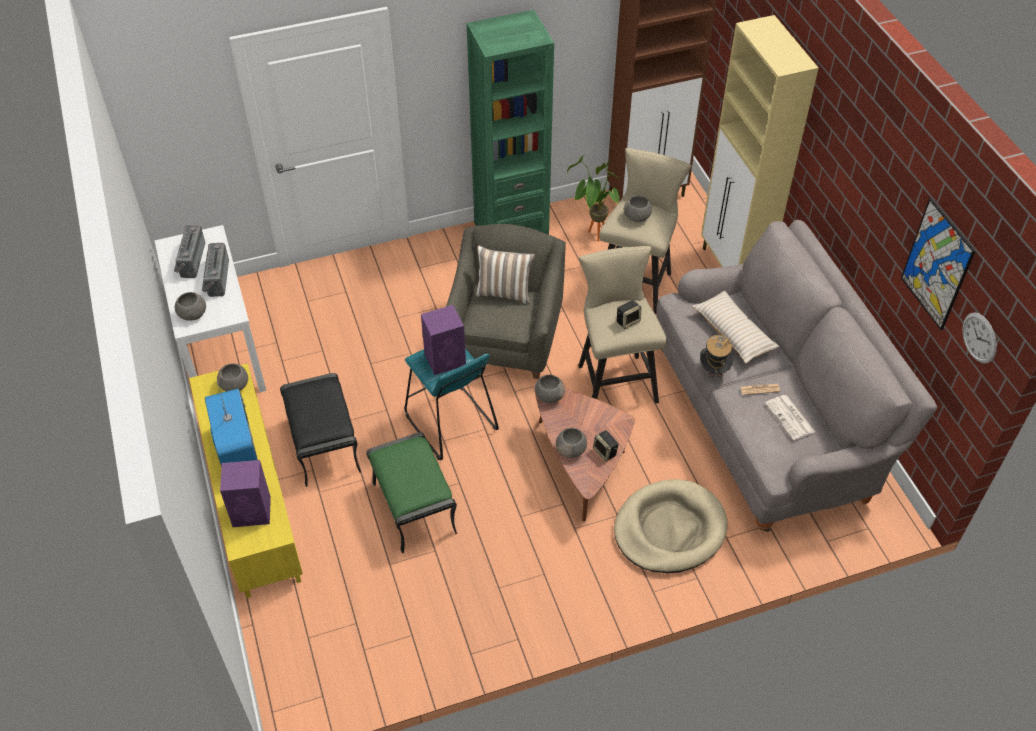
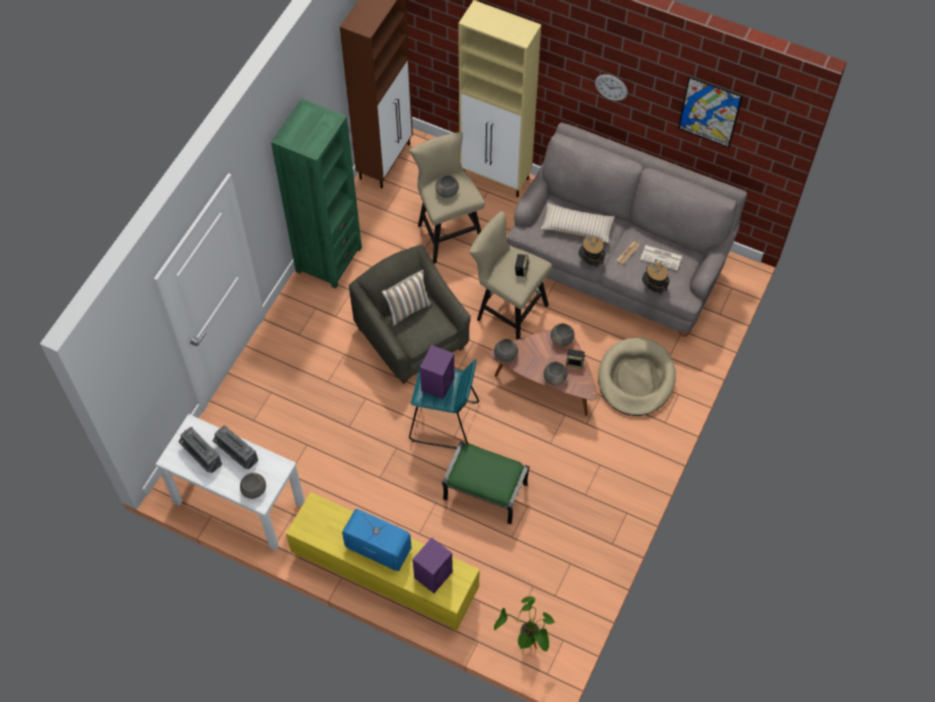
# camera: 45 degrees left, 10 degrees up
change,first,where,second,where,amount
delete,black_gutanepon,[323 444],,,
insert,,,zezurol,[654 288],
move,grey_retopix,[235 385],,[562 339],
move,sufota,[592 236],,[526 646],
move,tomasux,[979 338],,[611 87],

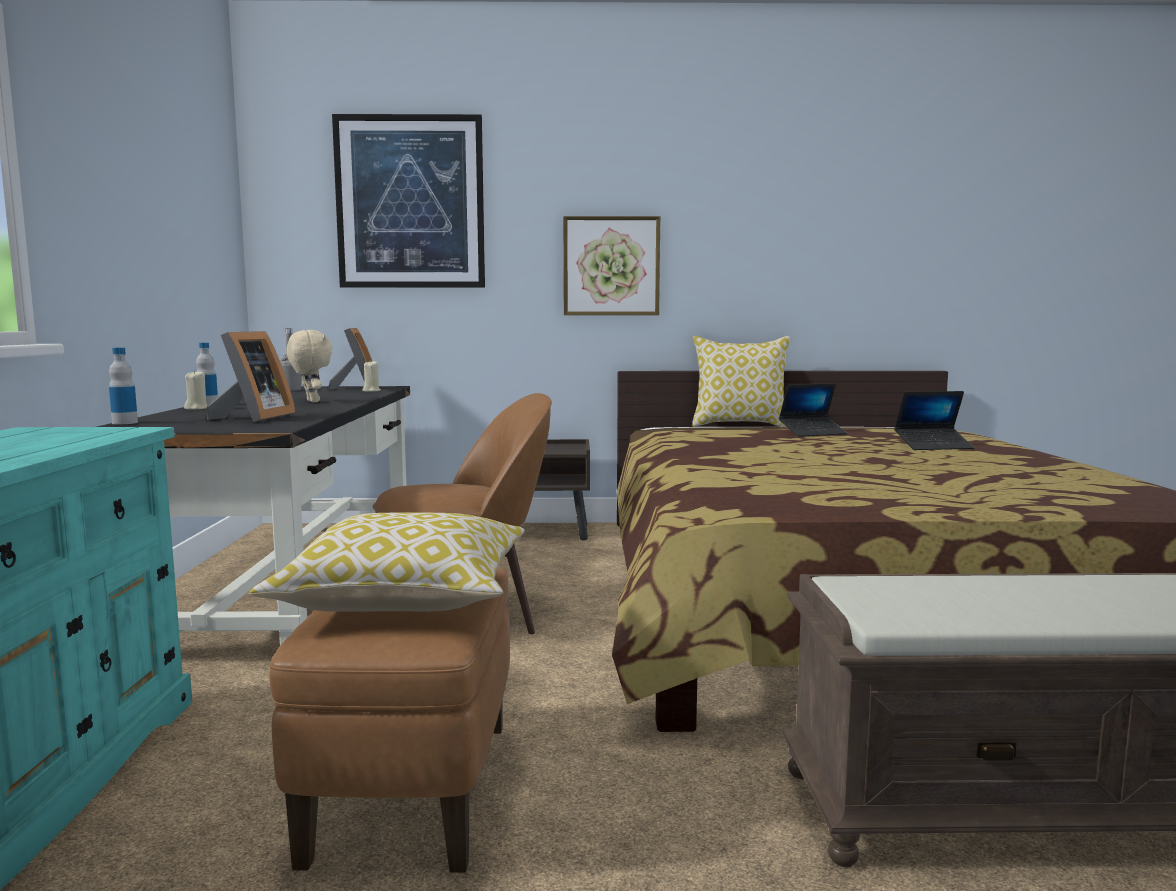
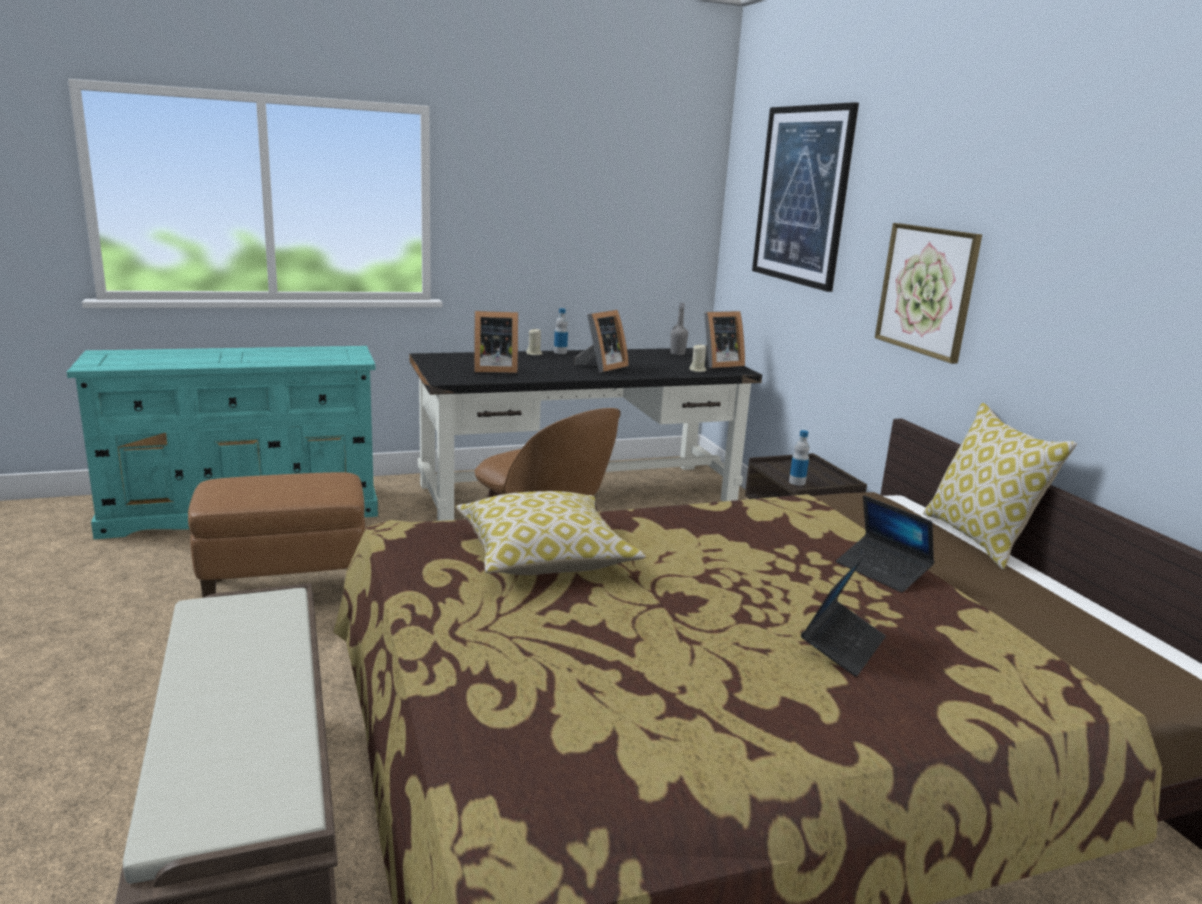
# camera: 70 degrees right, 10 degrees up
change,first,where,second,where,amount
move,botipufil,[125 423],,[797 482],
move,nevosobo,[406 597],,[544 557],
replace,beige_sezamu,[311 401],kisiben,[601 367],
rotate,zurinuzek,[933 446],,[842 646],120 degrees counterclockwise

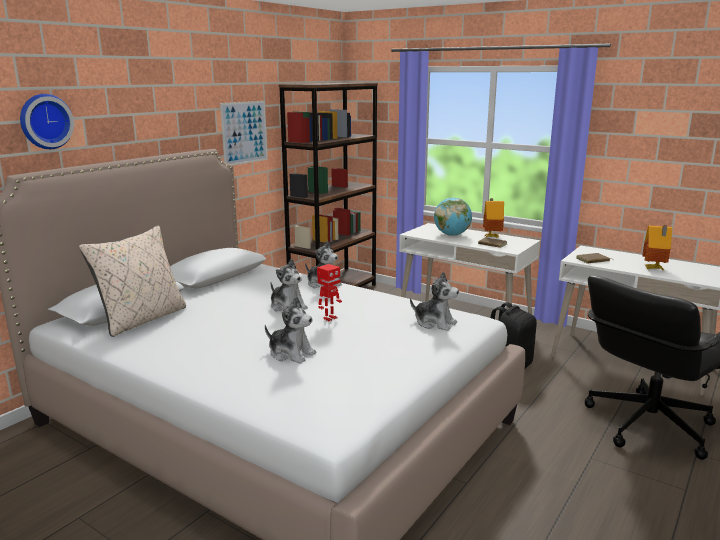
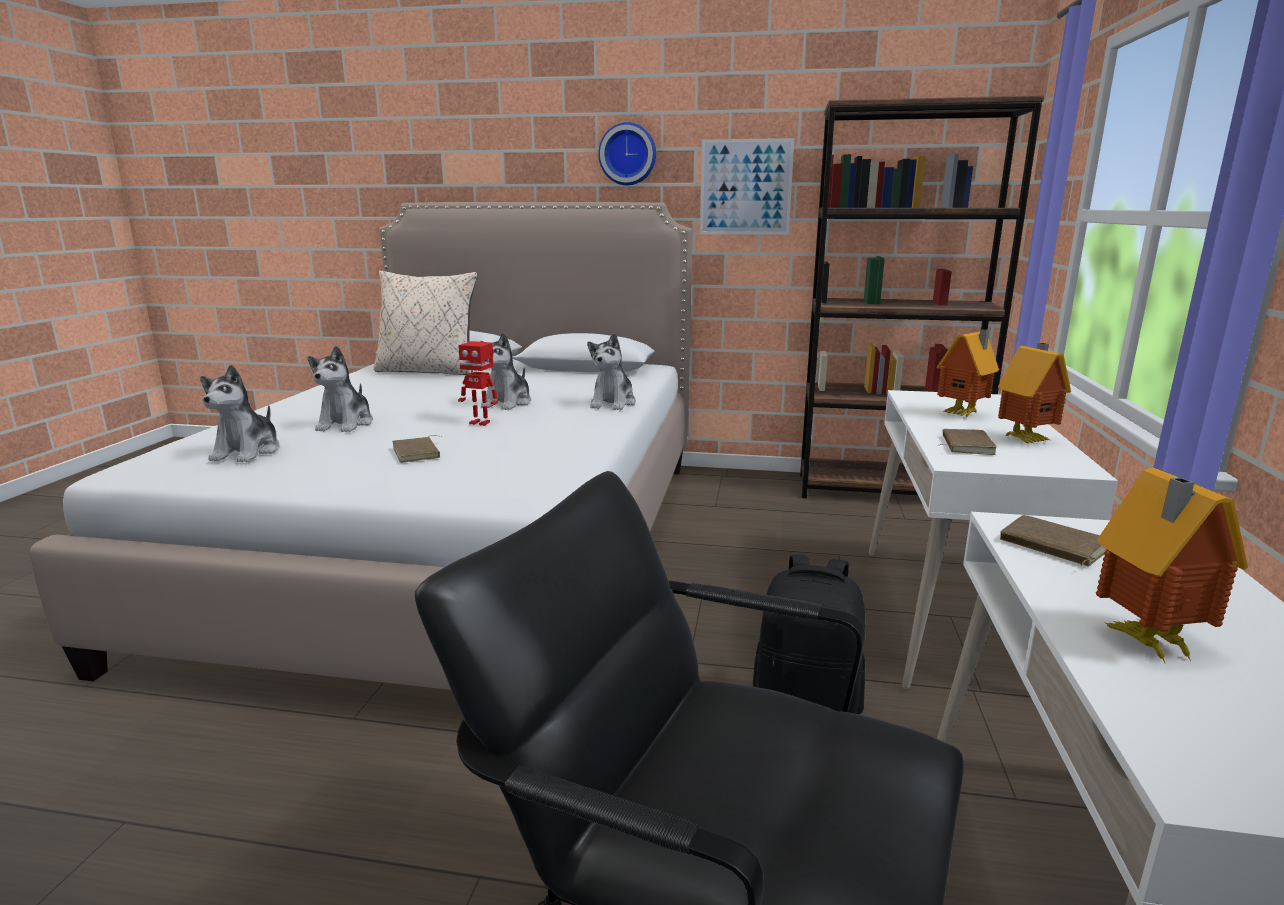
# camera: 65 degrees right, 0 degrees up
change,first,where,second,where,amount
insert,,,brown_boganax,[418 453],
move,tomasux,[45 121],,[628 154],
move,sezamu,[434 323],,[248 452],
replace,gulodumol,[452 235],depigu,[963 415],

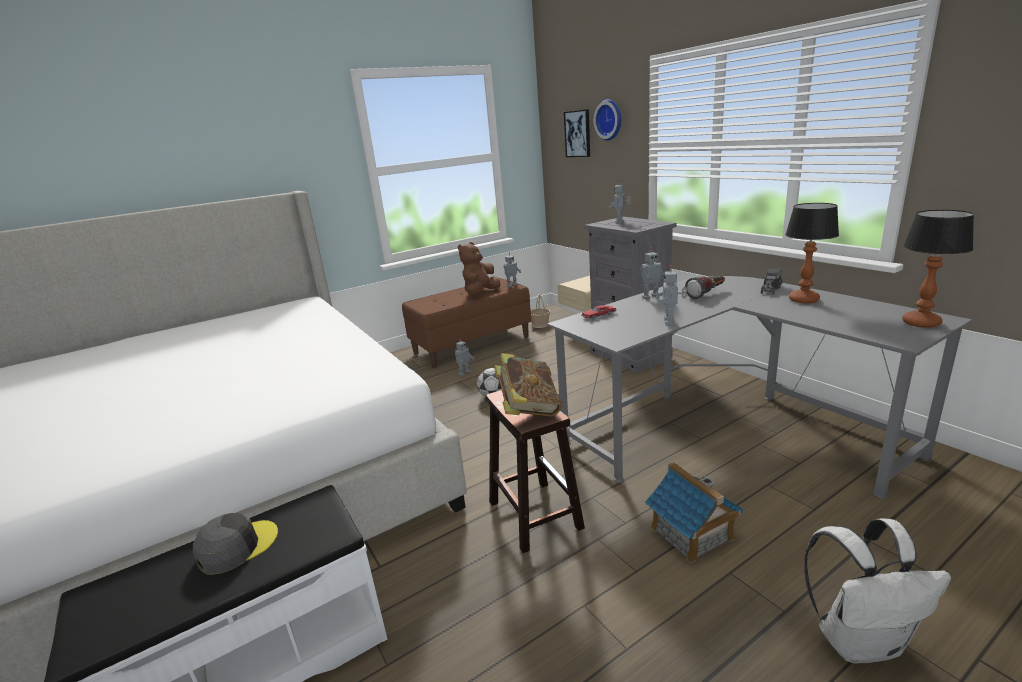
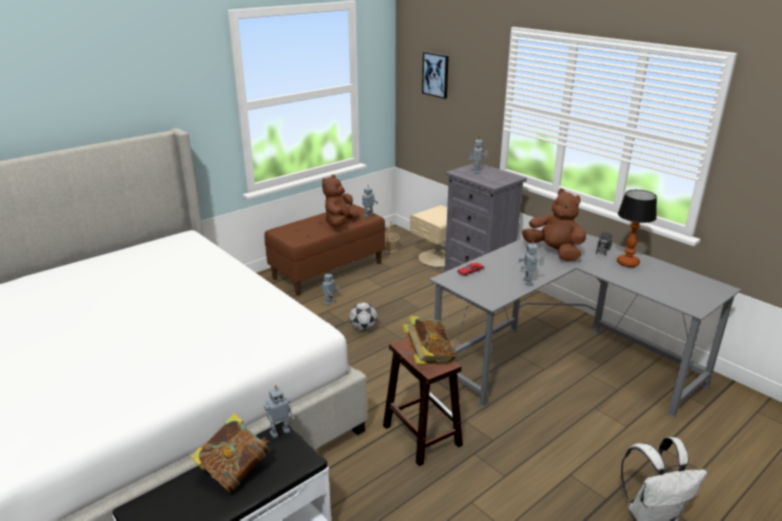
# camera: 10 degrees left, 5 degrees up
change,first,where,second,where,amount
delete,tomasux,[610 119],,,
delete,depigu,[691 534],,,
delete,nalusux,[920 322],,,
move,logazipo,[650 297],,[279 432],
replace,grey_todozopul,[237 547],boganax,[234 471],
replace,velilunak,[707 294],brown_sezamu,[554 252],

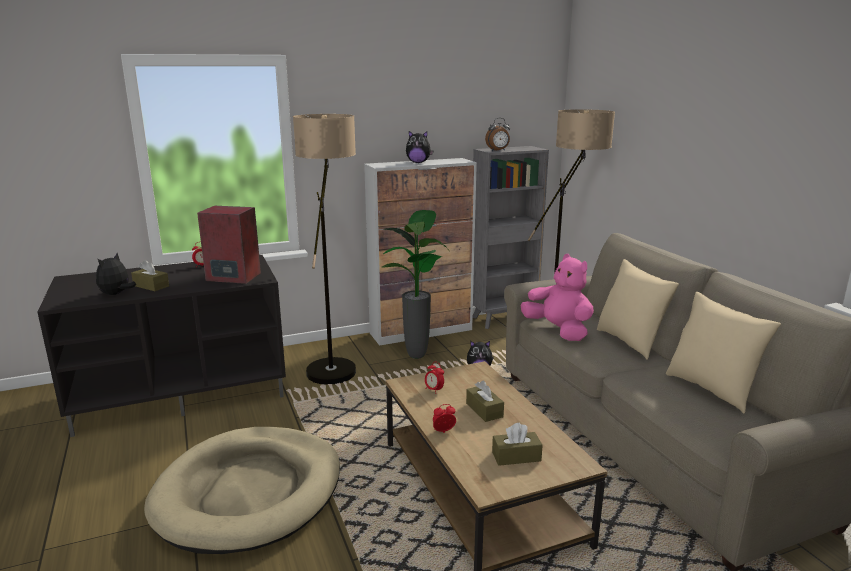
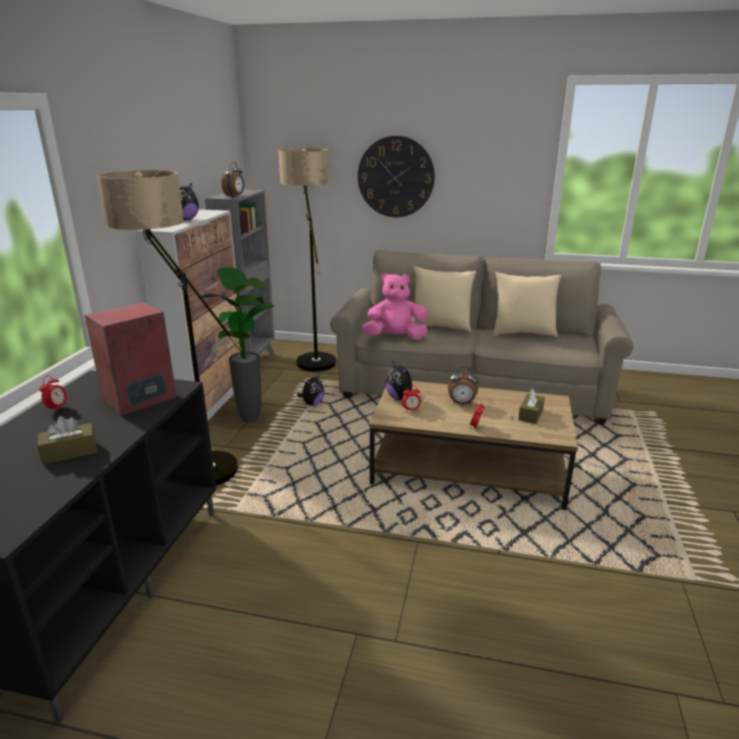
# camera: 55 degrees left, 5 degrees up
change,first,where,second,where,amount
delete,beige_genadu,[249 492],,,
insert,,,tomasux,[395 177],
move,sezamu,[116 294],,[400 398],
replace,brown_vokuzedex,[484 410],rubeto,[461 403],

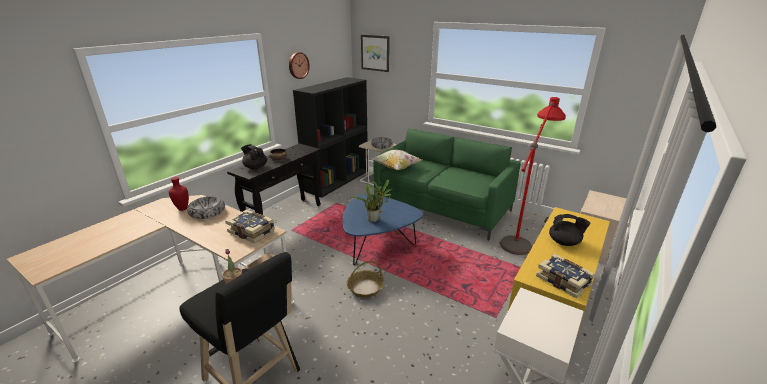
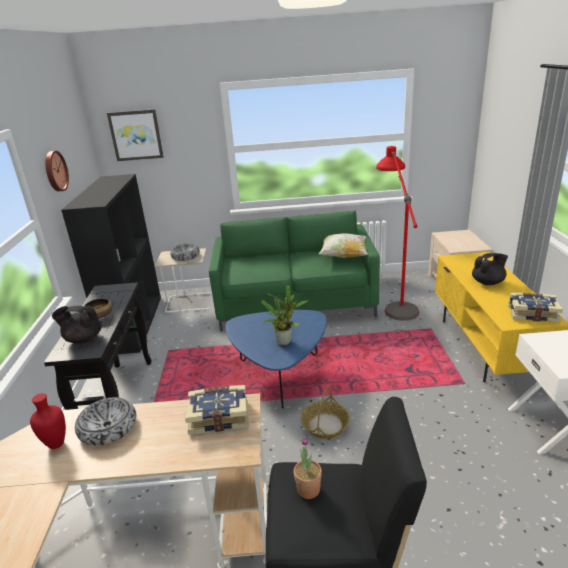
# camera: 35 degrees left, 0 degrees up
change,first,where,second,where,amount
move,nevosobo,[396 168],,[344 256],

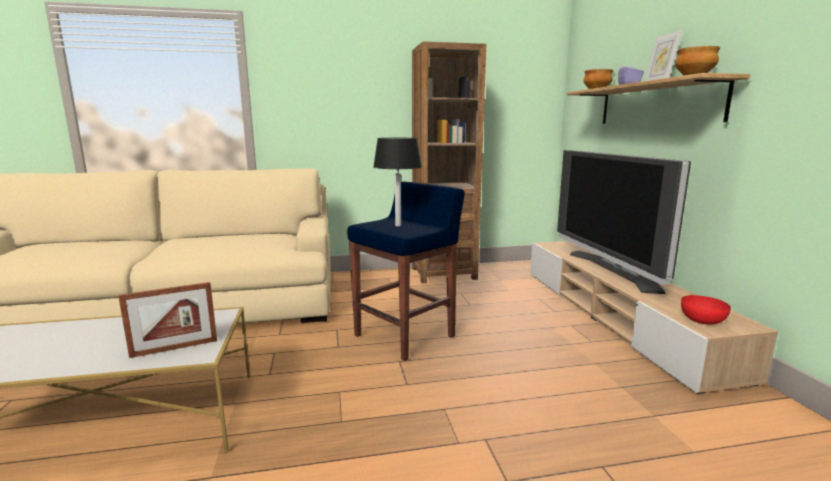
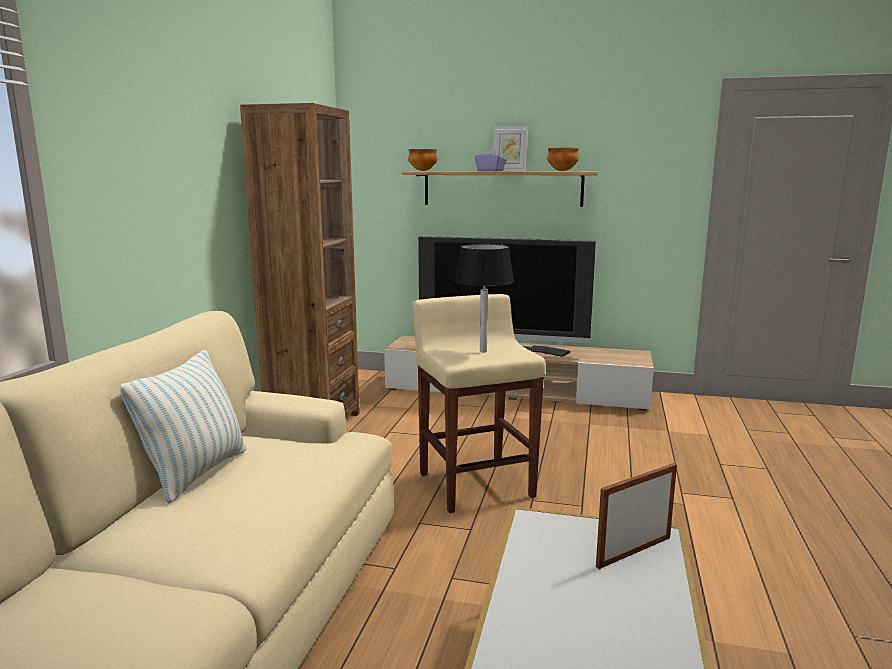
# camera: 65 degrees left, 0 degrees up
change,first,where,second,where,amount
delete,red_retopix,[702 320],,,
insert,,,nevosobo,[196 473],
recolor,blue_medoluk,[406 335],beige_medoluk,[475 484],
rotate,kisiben,[175 348],,[634 552],120 degrees counterclockwise

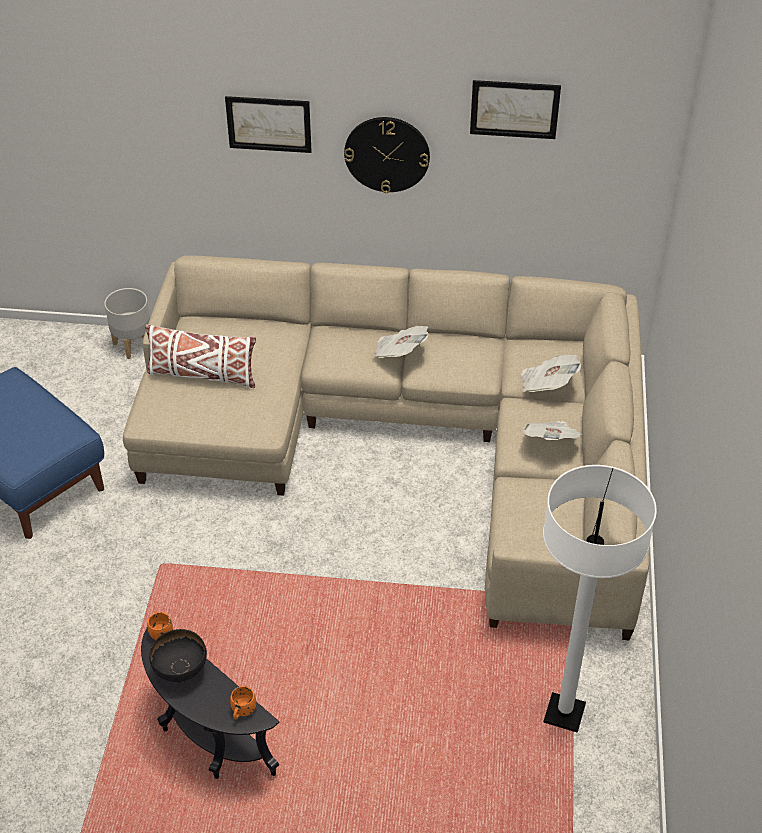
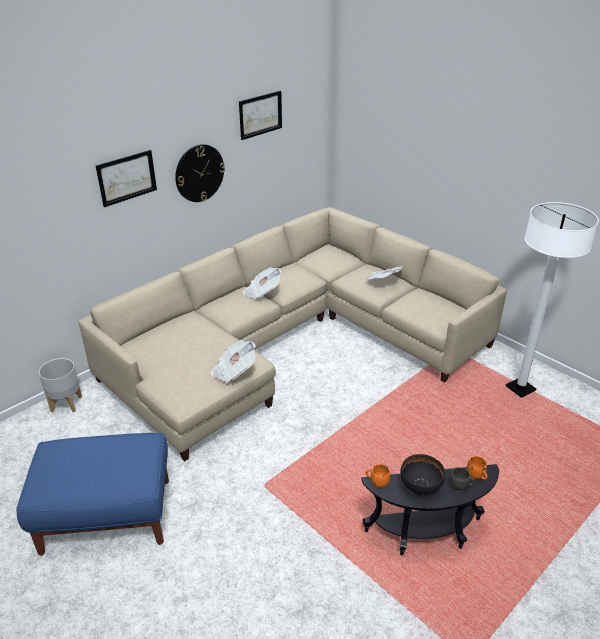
# camera: 50 degrees left, 10 degrees down
change,first,where,second,where,amount
delete,white_nevosobo,[202 375],,,
insert,,,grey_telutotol,[461 486],
move,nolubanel,[547 384],,[234 371],

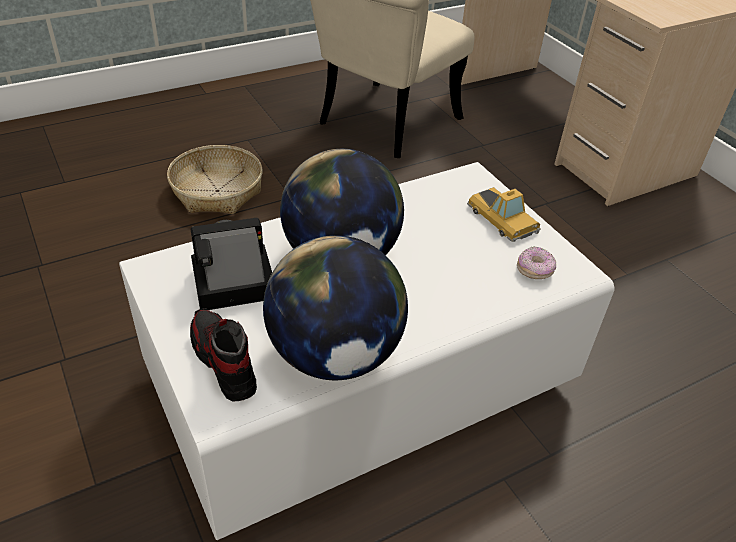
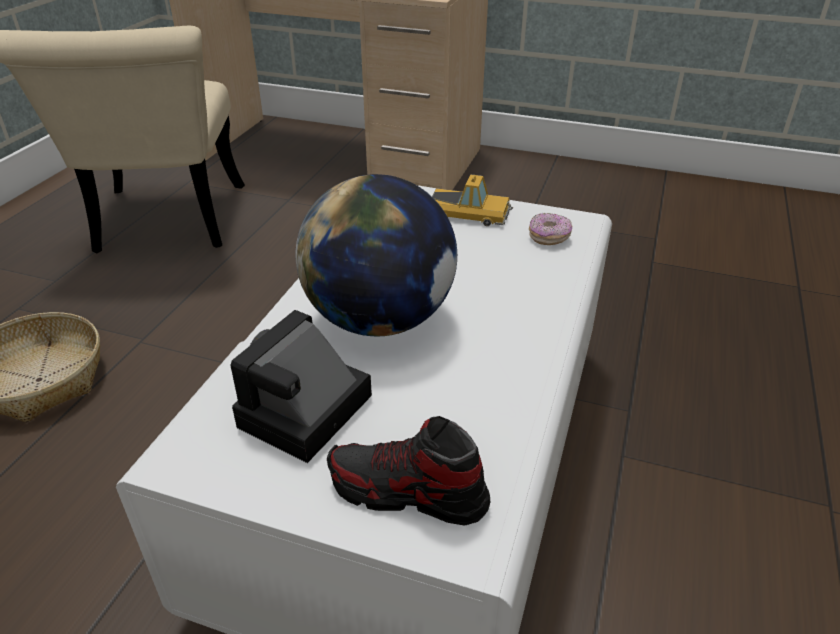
# camera: 40 degrees left, 5 degrees down
change,first,where,second,where,amount
delete,gulodumol,[335 355],,,

